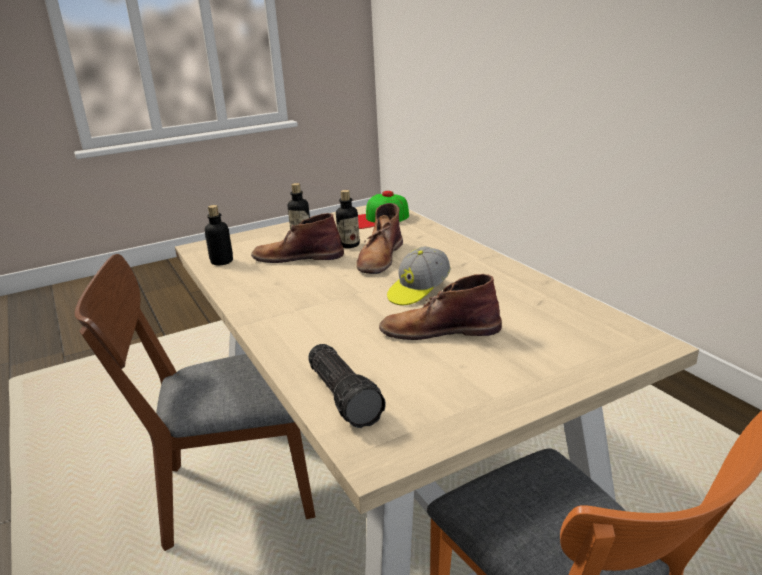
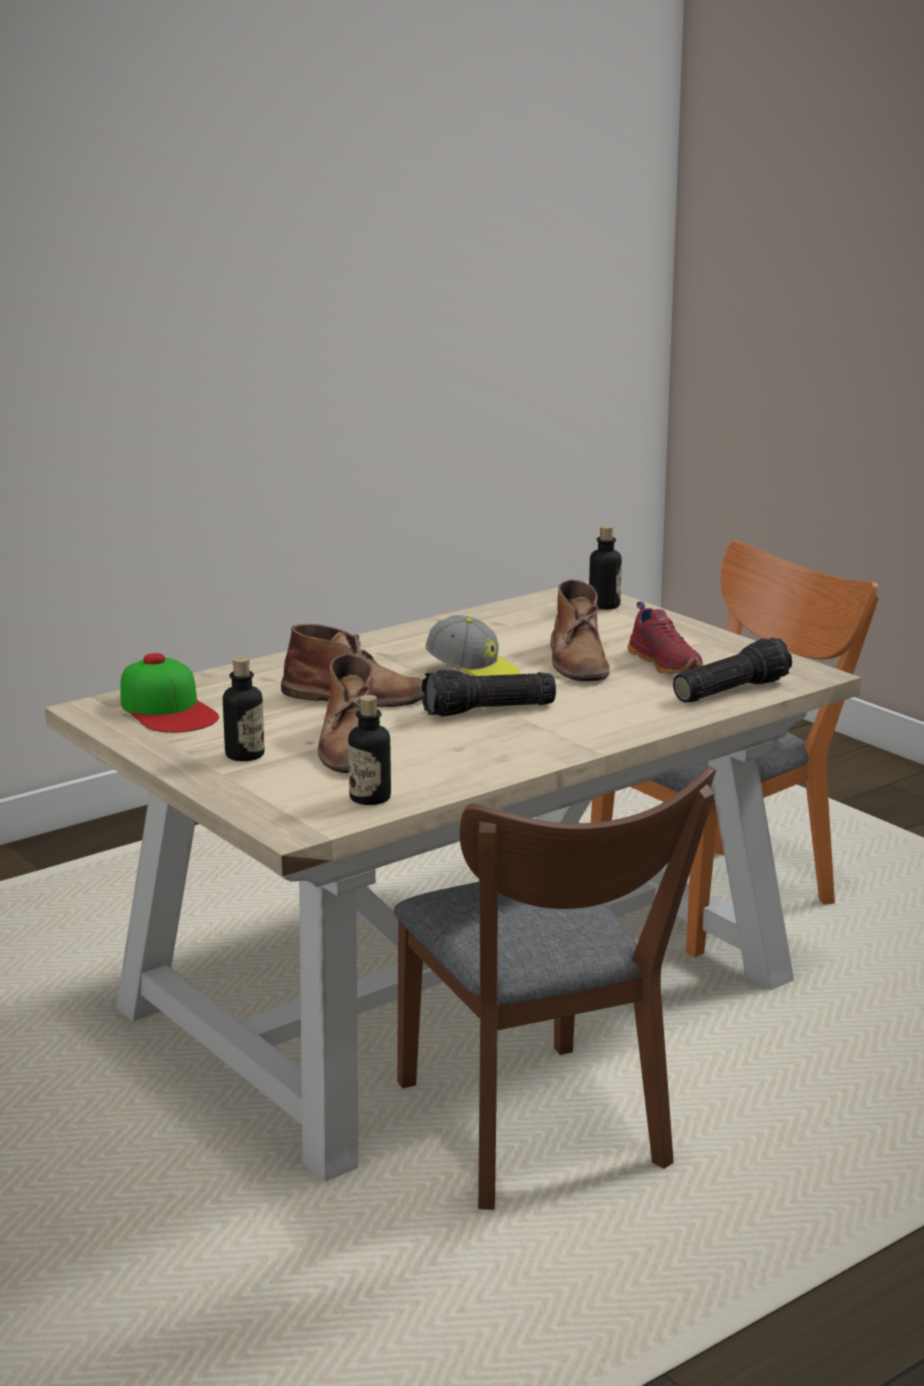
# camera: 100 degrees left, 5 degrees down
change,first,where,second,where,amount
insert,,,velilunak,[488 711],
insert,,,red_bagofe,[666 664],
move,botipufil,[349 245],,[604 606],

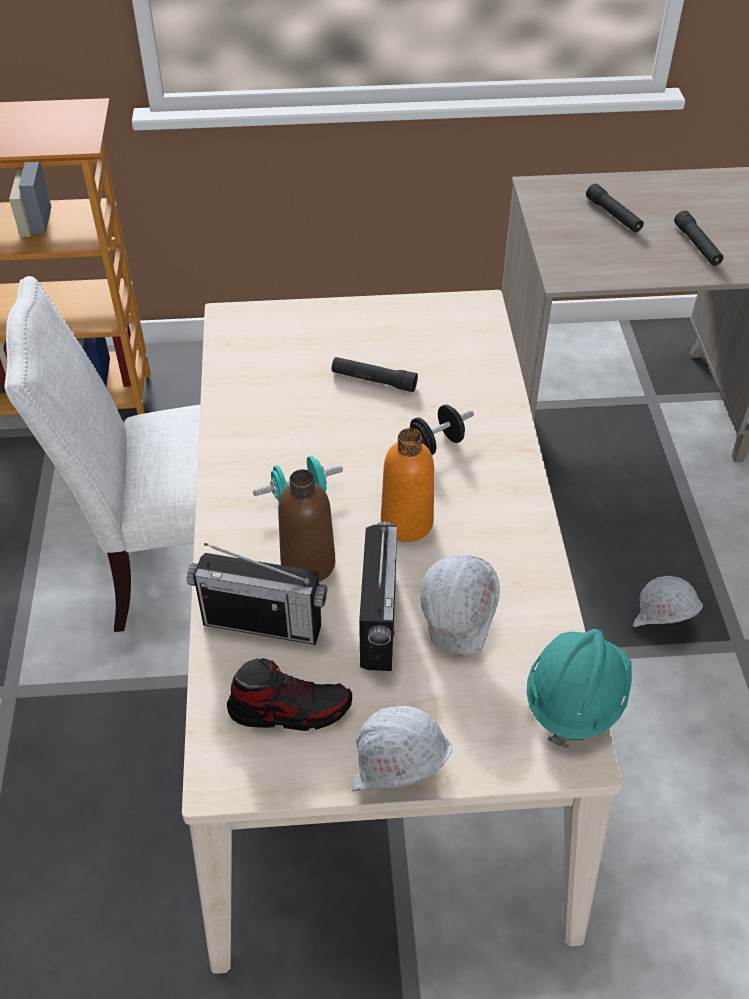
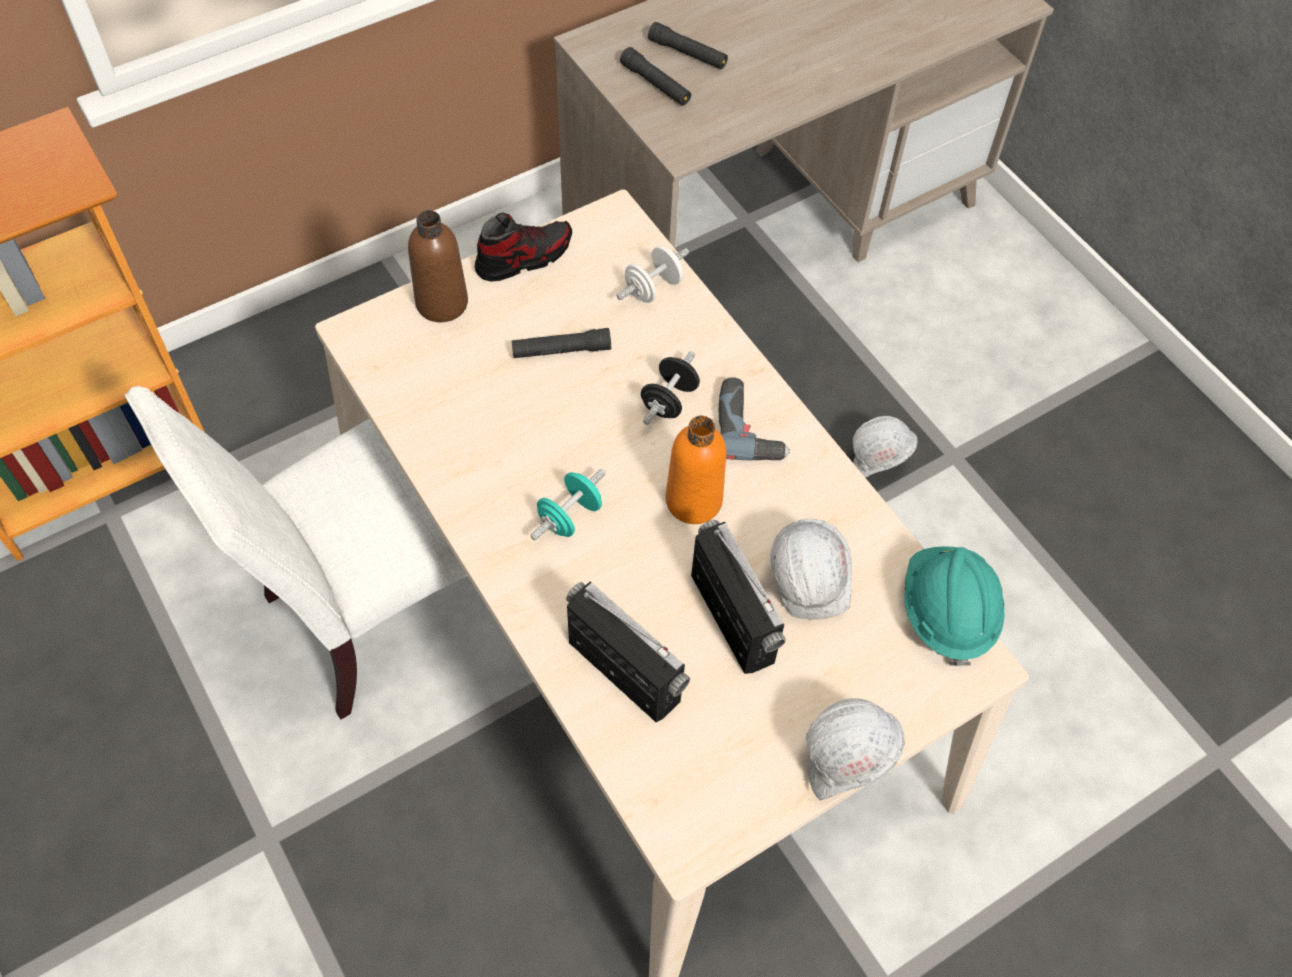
# camera: 30 degrees left, 10 degrees up
change,first,where,second,where,amount
insert,,,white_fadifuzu,[653 288],
insert,,,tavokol,[746 428],
move,bagofe,[290 709],,[524 257],
move,brown_botipufil,[308 564],,[442 303],
move,black_velilunak,[697 245],,[655 84],
rotate,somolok,[263 623],,[623 671],120 degrees counterclockwise

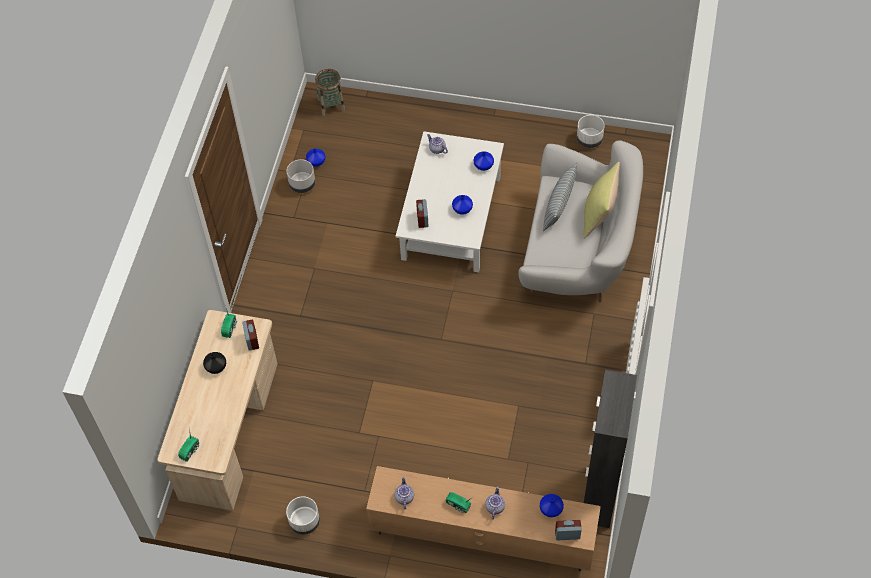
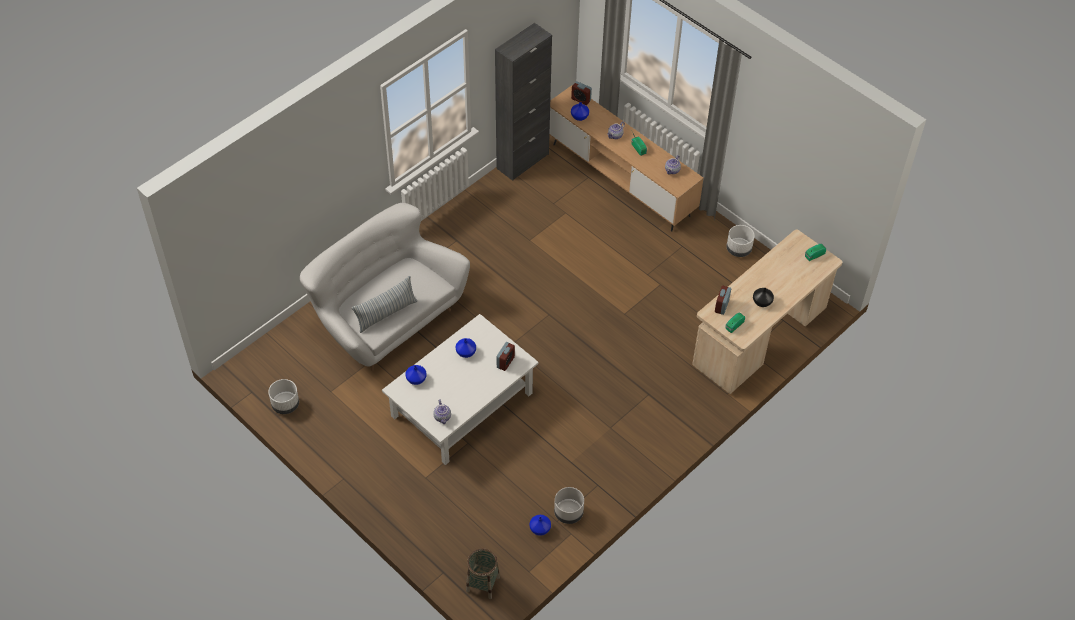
# camera: 150 degrees left, 5 degrees down
change,first,where,second,where,amount
delete,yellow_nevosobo,[599 215],,,

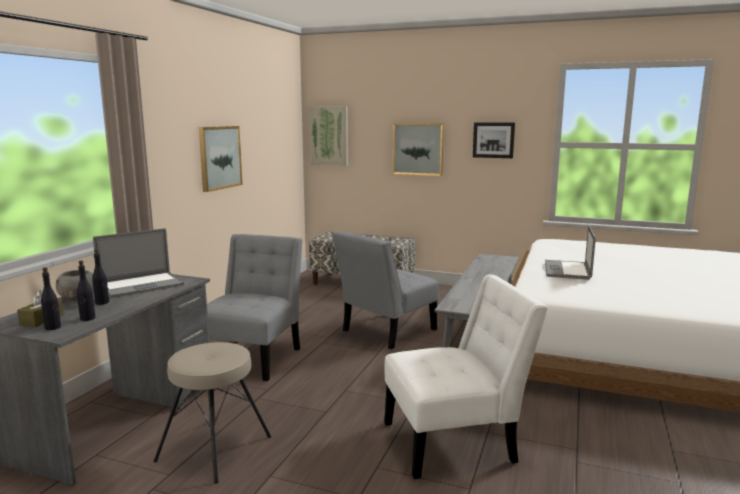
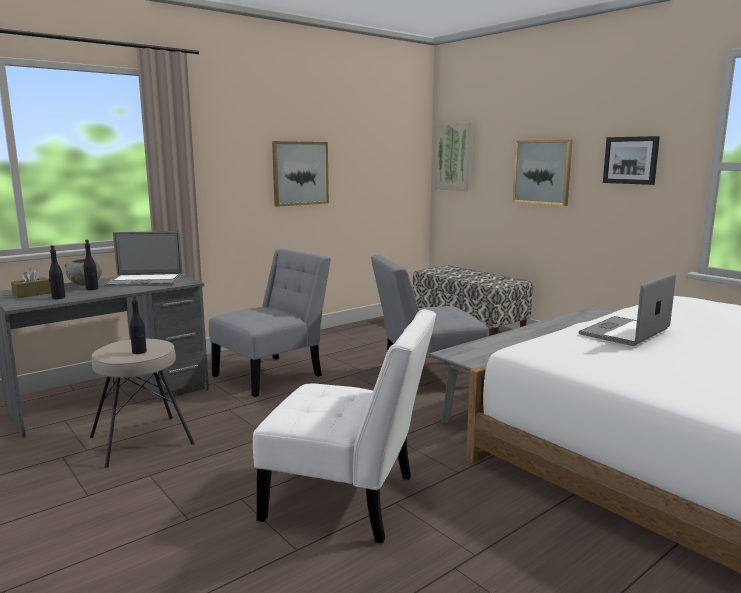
# camera: 30 degrees right, 0 degrees up
change,first,where,second,where,amount
move,black_botipufil,[53 327],,[139 352],

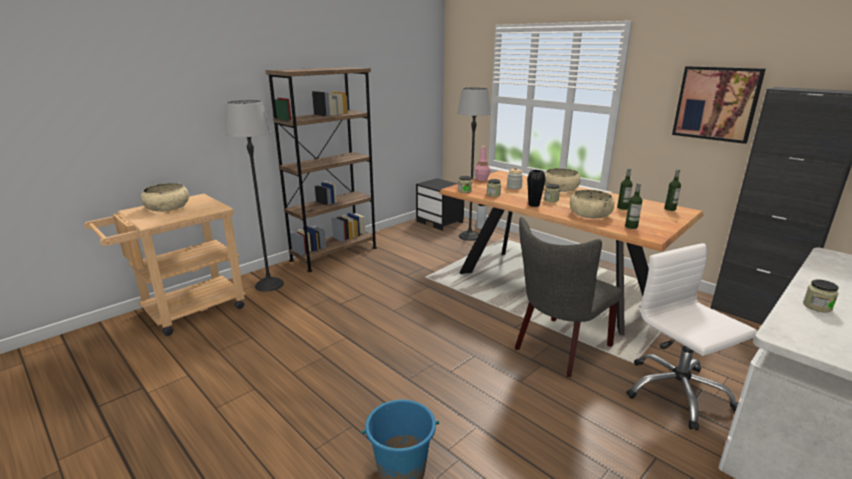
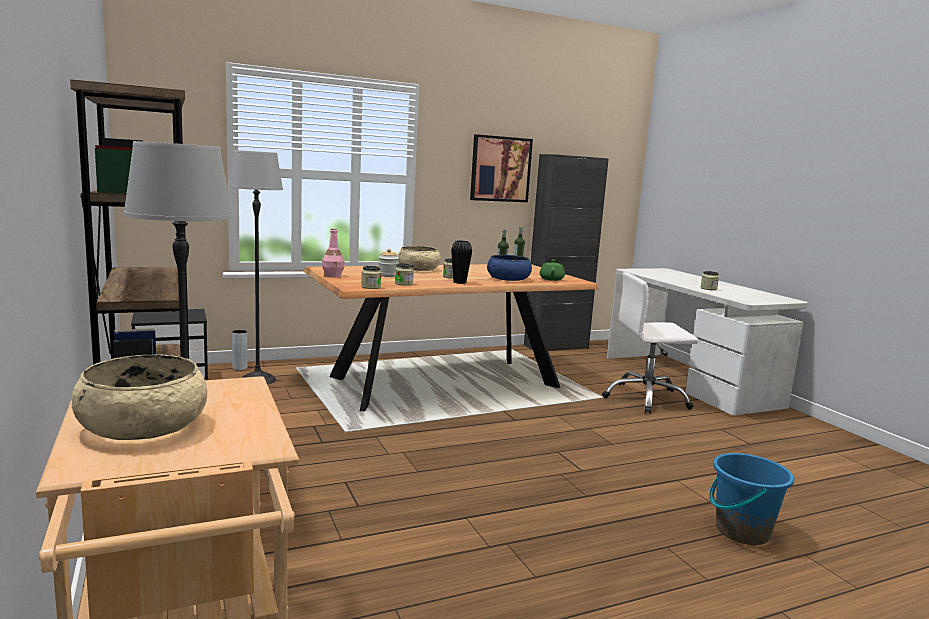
# camera: 70 degrees left, 10 degrees down
change,first,where,second,where,amount
delete,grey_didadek,[558 349],,,
replace,botipufil,[631 227],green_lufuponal,[551 279],
recolor,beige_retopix,[590 214],blue_retopix,[508 278],

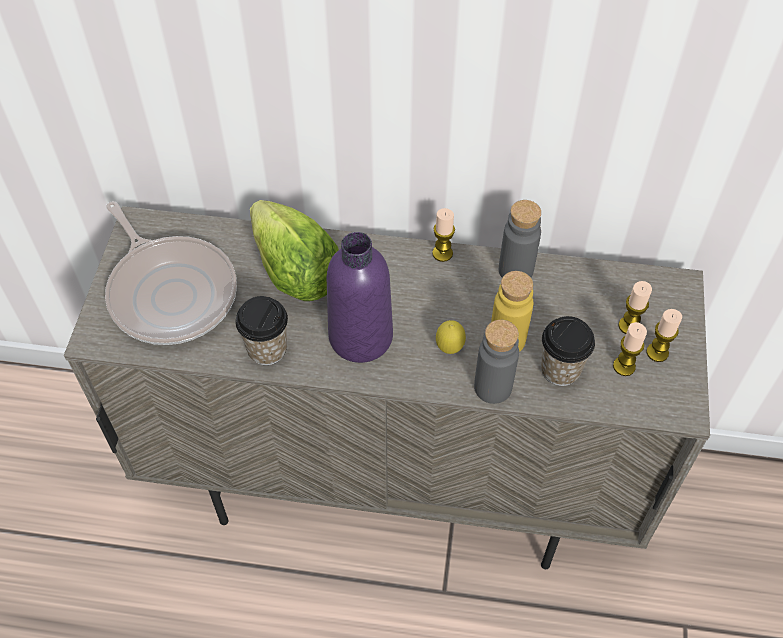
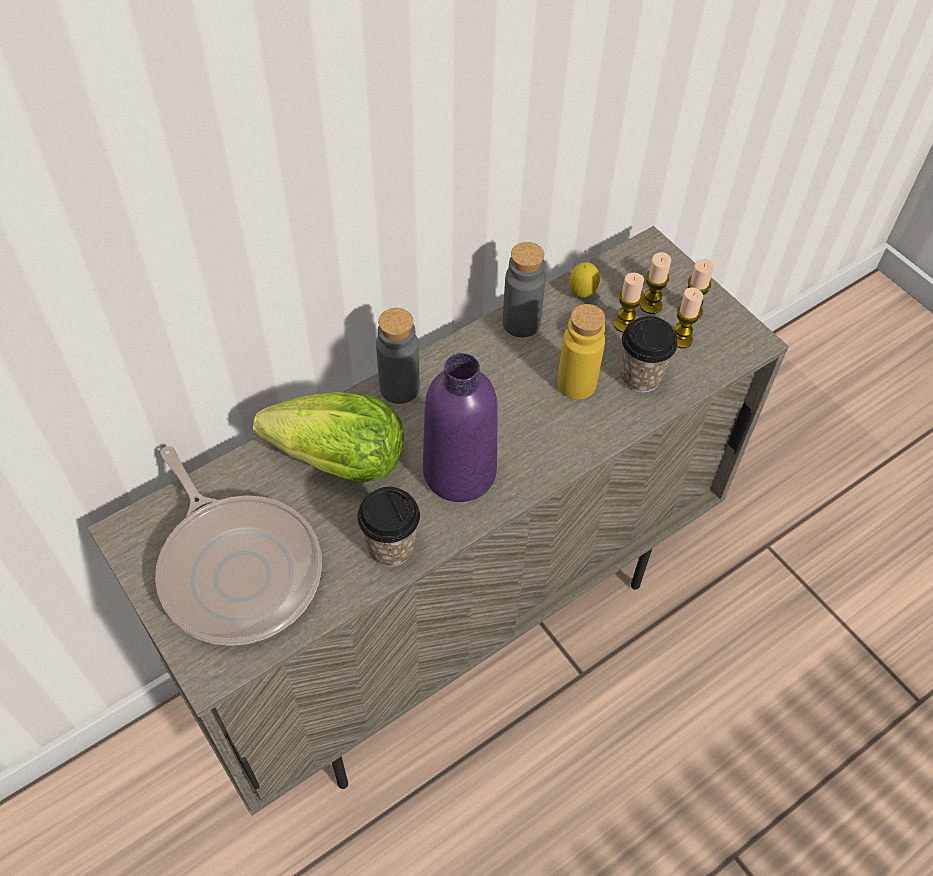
# camera: 45 degrees left, 0 degrees up
change,first,where,second,where,amount
move,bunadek,[442 253],,[624 324],
move,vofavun,[449 349],,[582 295],
move,grey_botipufil,[493 387],,[399 388],
rotate,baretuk,[171 292],,[238 568],45 degrees clockwise

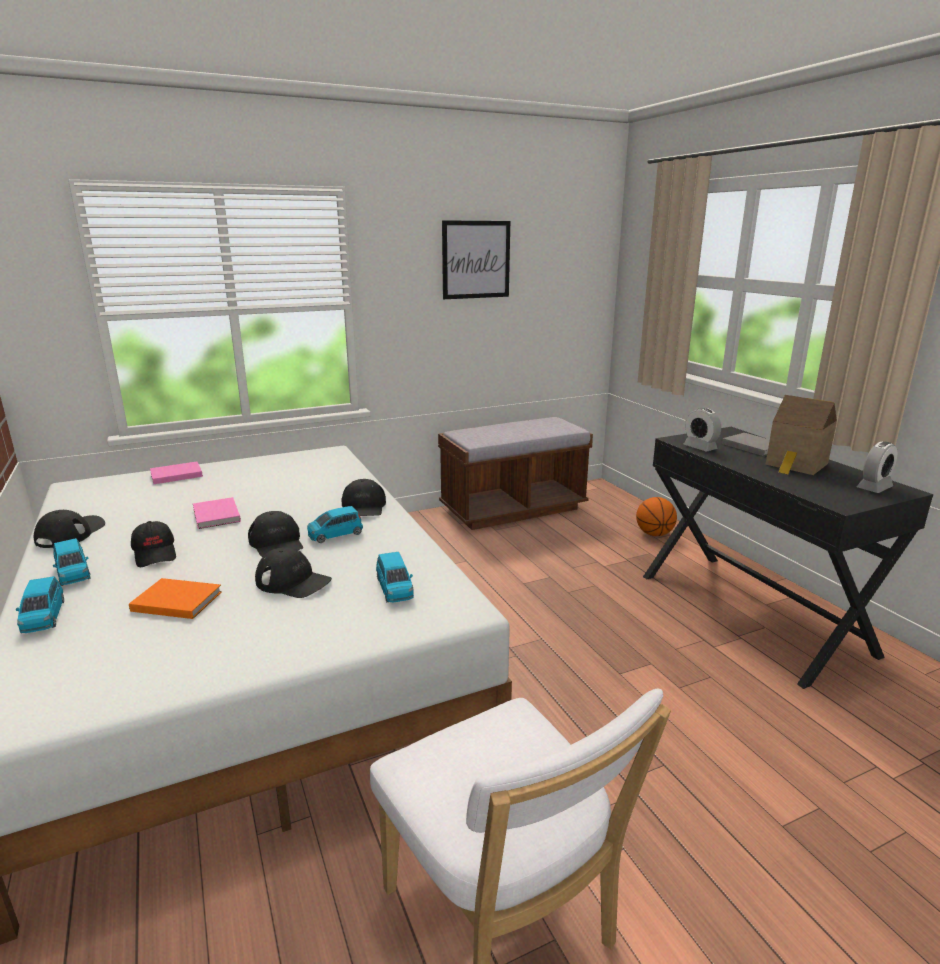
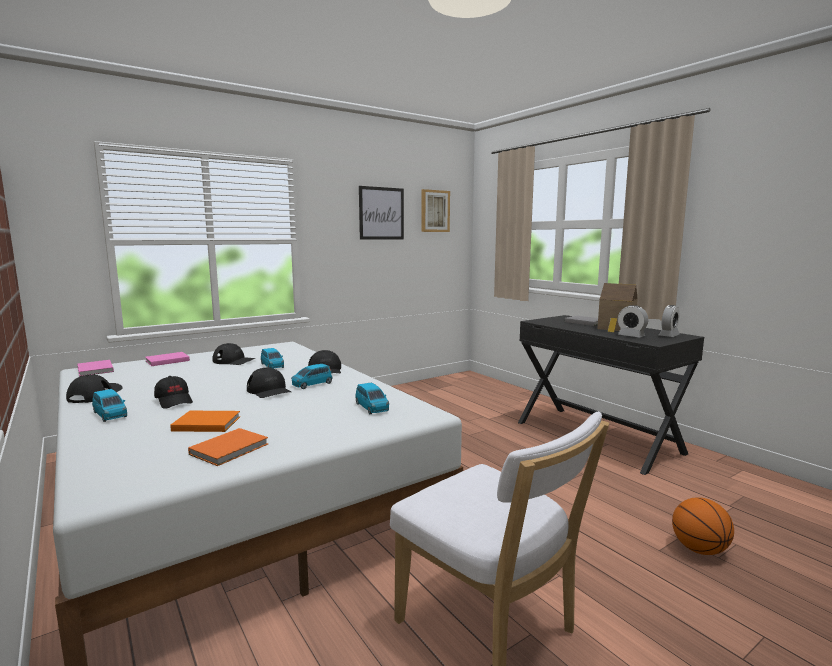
# camera: 10 degrees left, 10 degrees down
change,first,where,second,where,amount
delete,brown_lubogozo,[513 509],,,
insert,,,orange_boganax,[231 449],
insert,,,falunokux,[434 211],
move,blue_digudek,[43 617],,[272 366],
move,pink_boganax,[215 516],,[94 370],
move,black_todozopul,[293 581],,[234 361],
move,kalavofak,[654 534],,[699 549],
move,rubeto,[700 447],,[631 336],

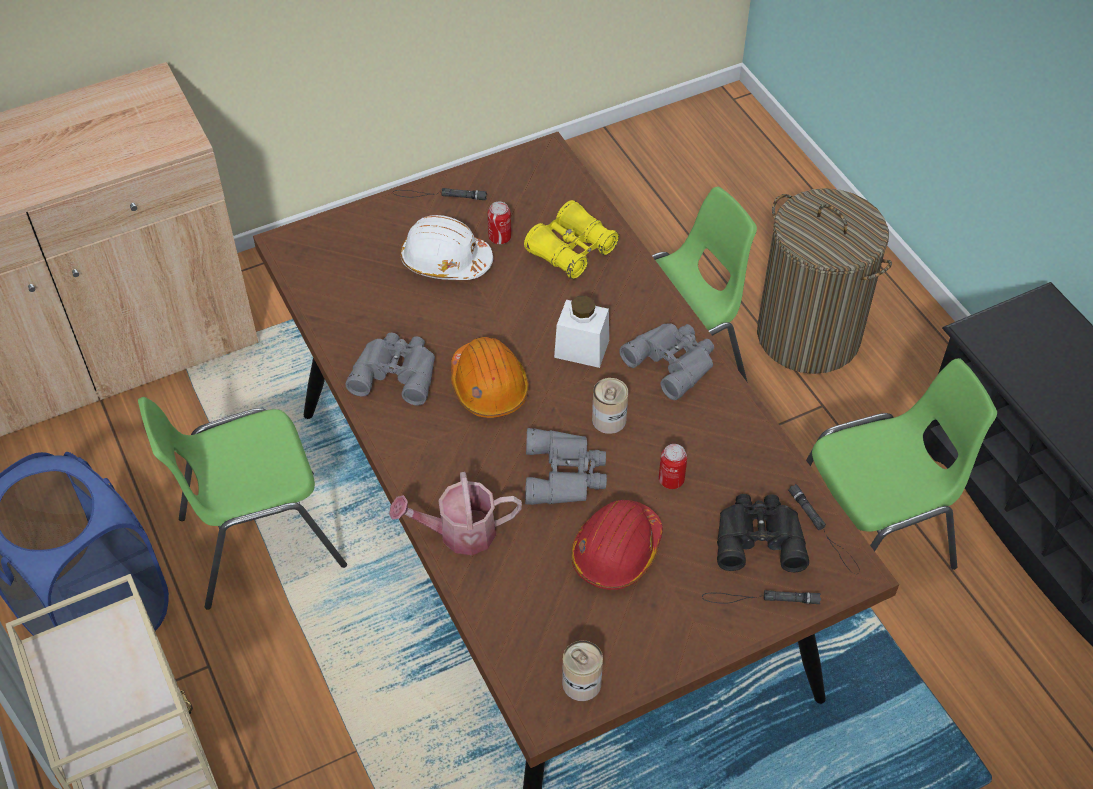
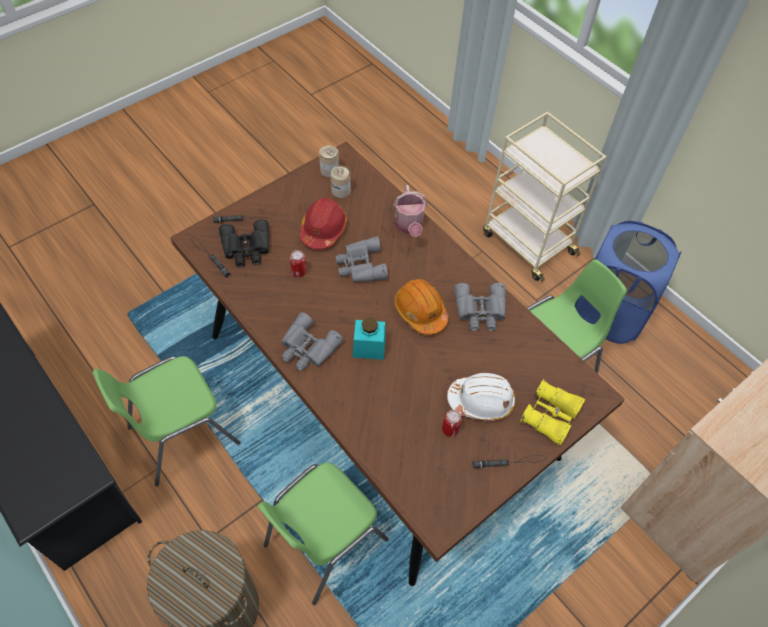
# camera: 165 degrees right, 5 degrees up
change,first,where,second,where,amount
move,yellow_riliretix,[571 250],,[550 416],
move,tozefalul,[609 420],,[341 190],
recolor,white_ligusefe,[581 348],turquoise_ligusefe,[369 347],
rotate,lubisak,[459 533],,[409 226],105 degrees clockwise

